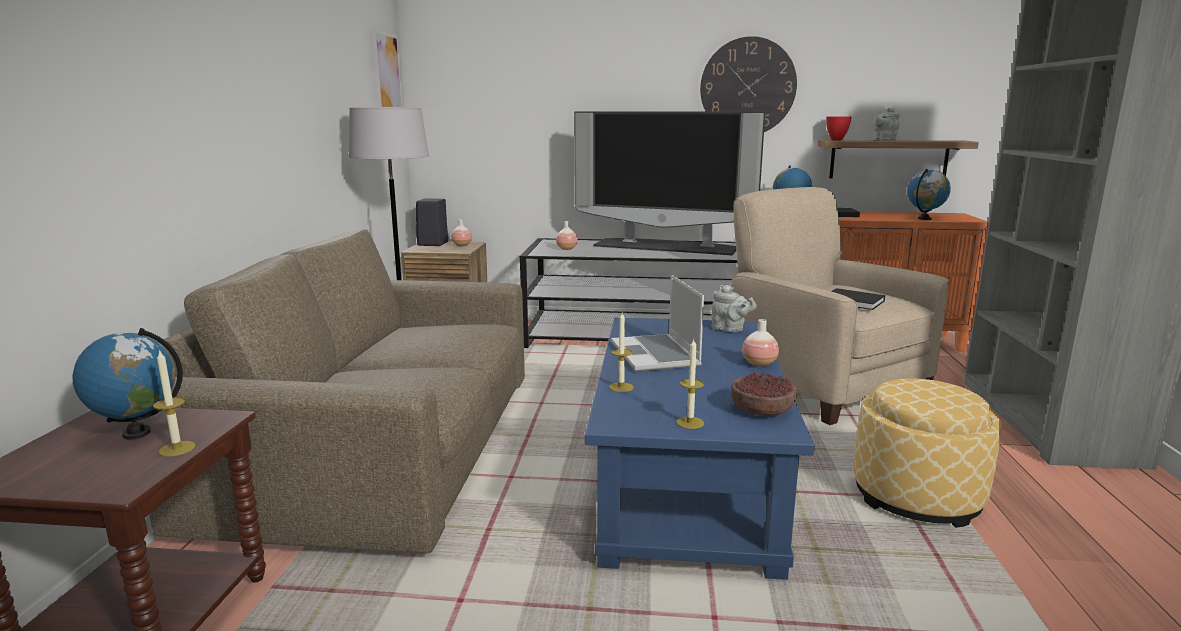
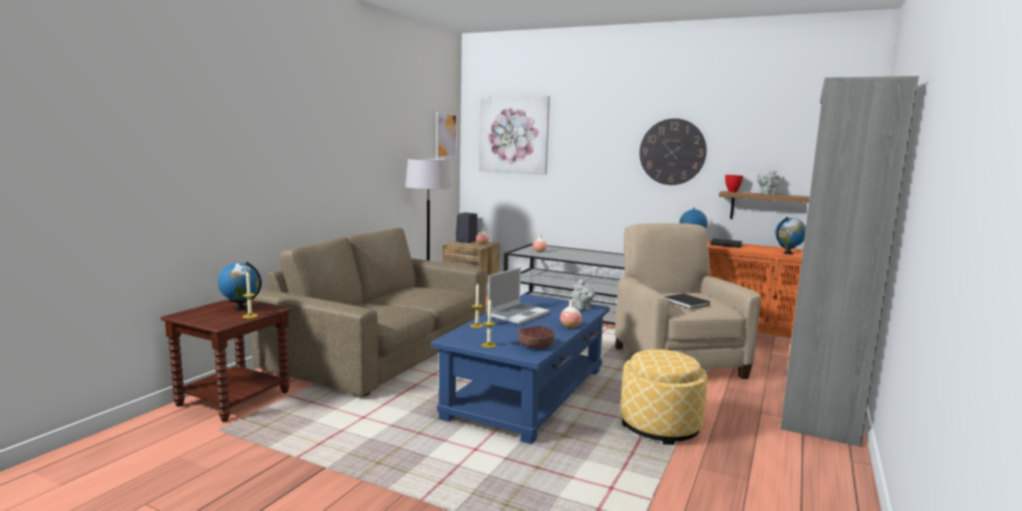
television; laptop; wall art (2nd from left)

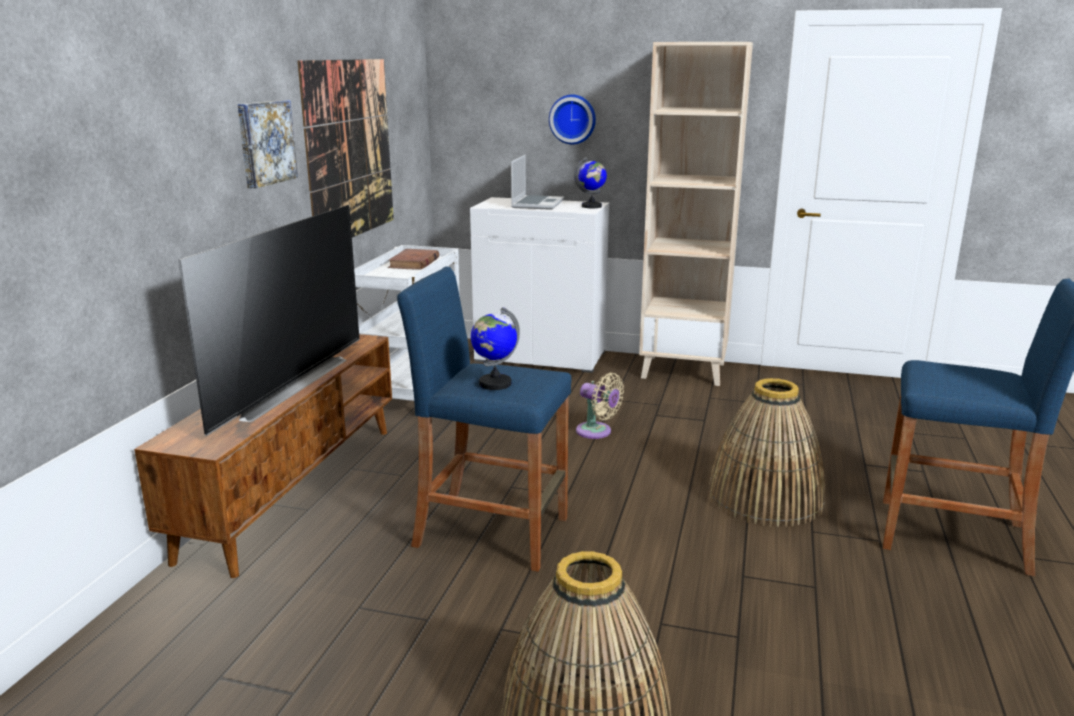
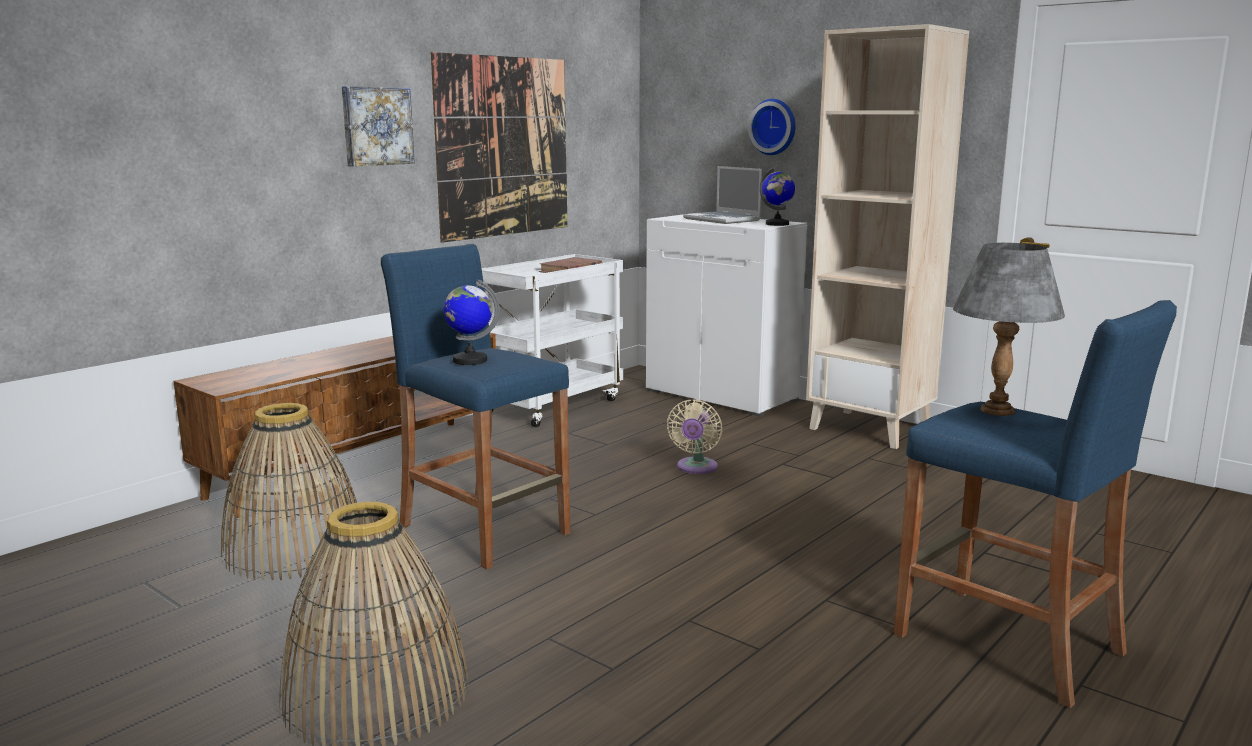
laptop; television; beige cooling fan; household basket (1st from left); gray lamp for a table

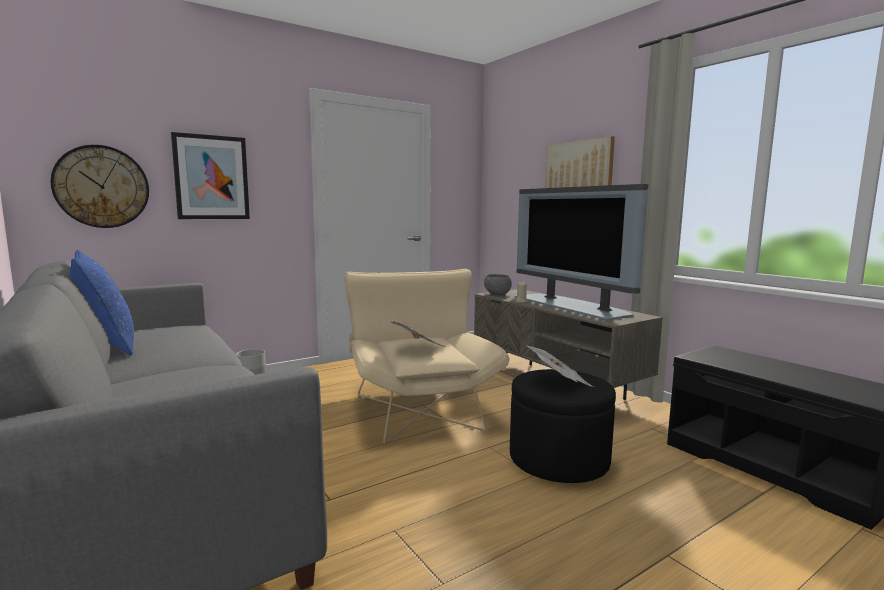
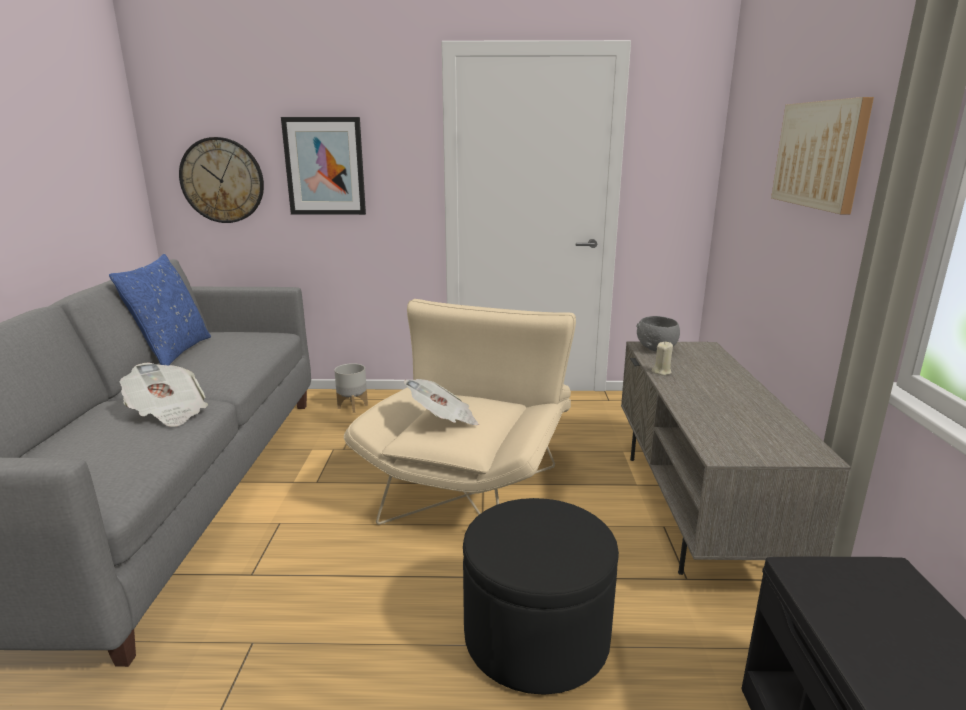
television; printed paper (1st from left)

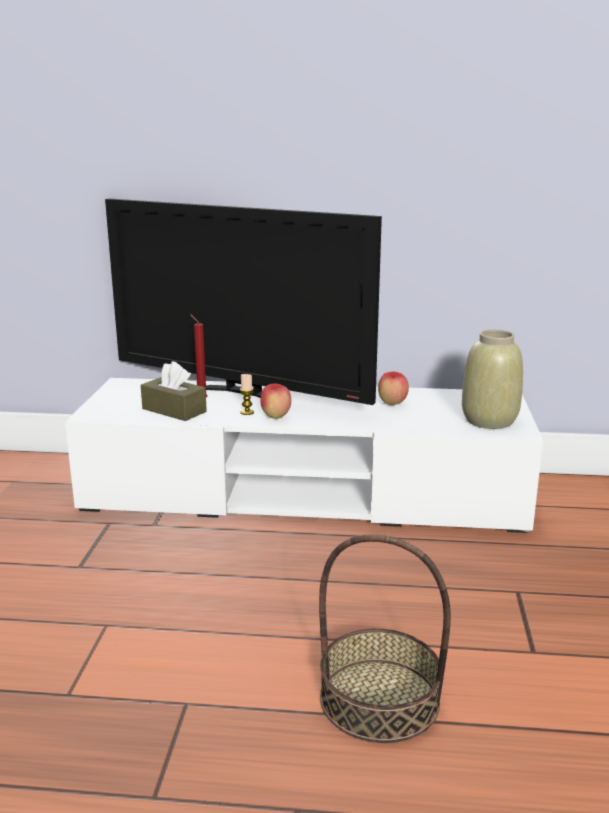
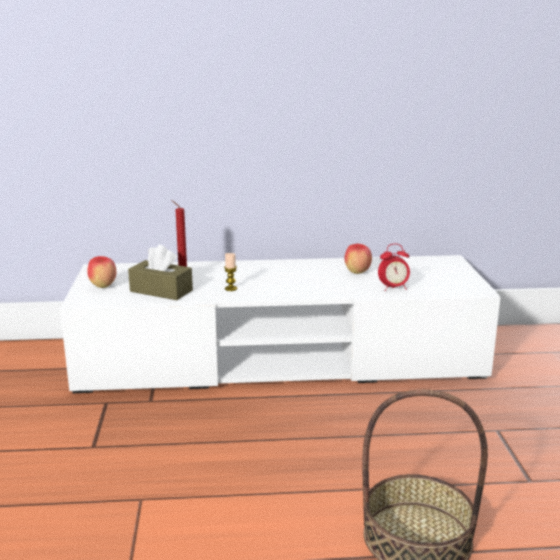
television; beige flower vase; apple (1st from left); table clock

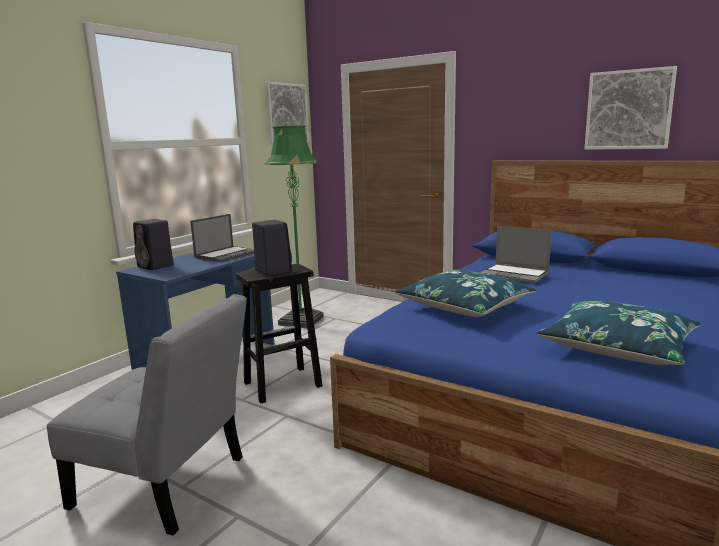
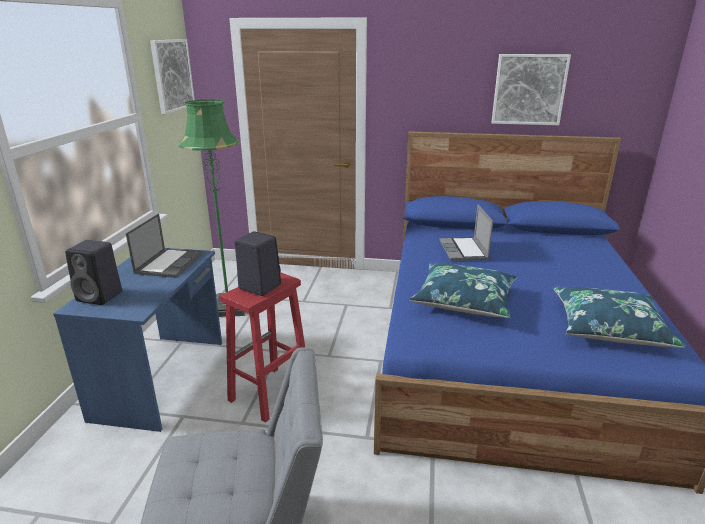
laptop (2nd from left); reddish sitting stool

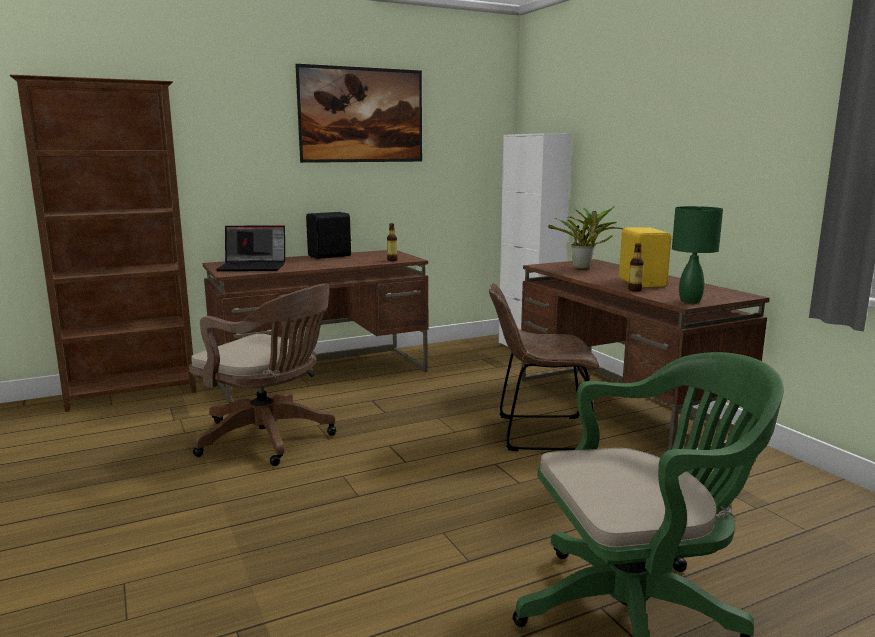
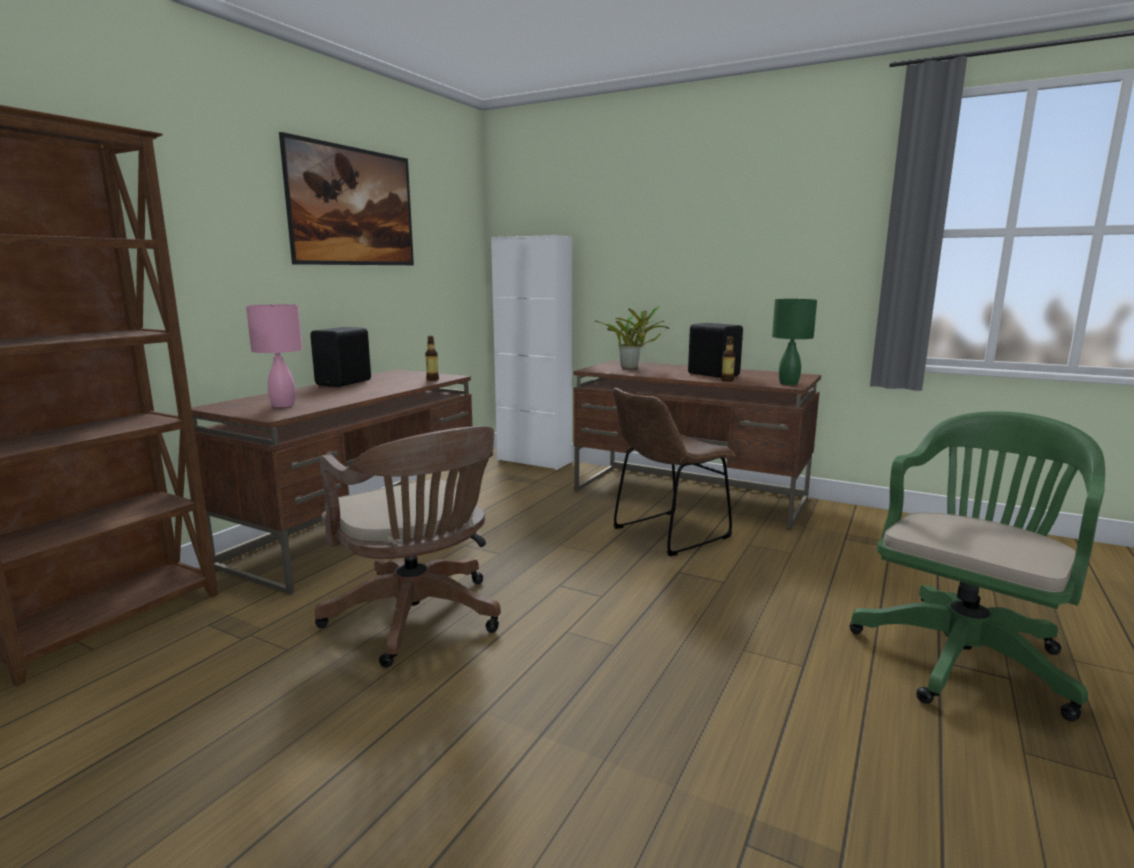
pink-coloured lamp for a table; black audio speaker (2nd from left); brown desk chair

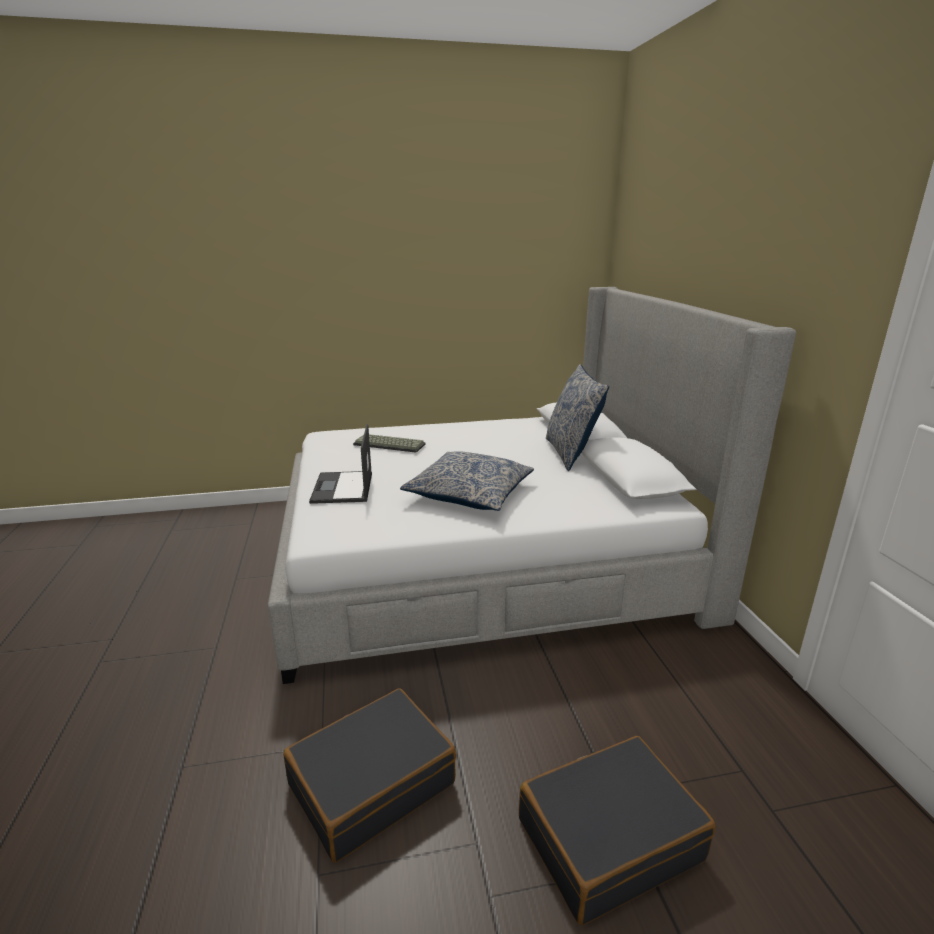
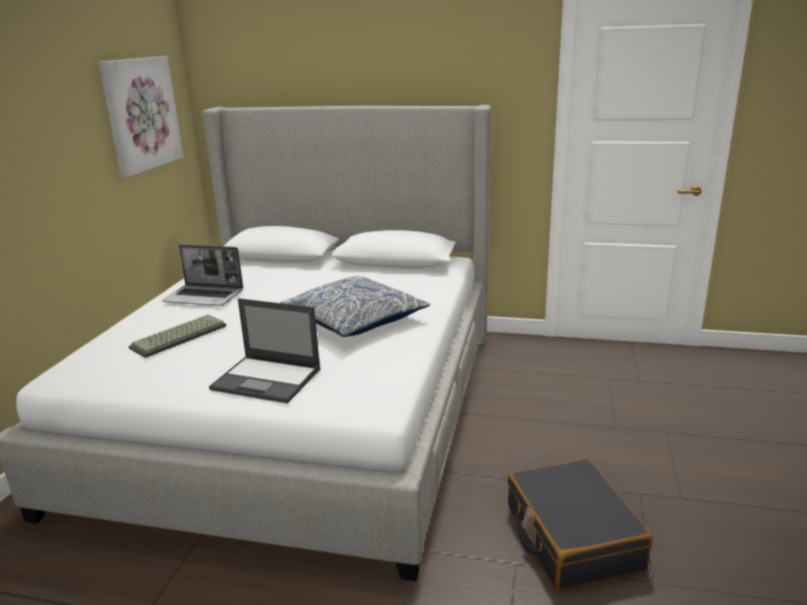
cushion (2nd from left in the first image); black piece of luggage (2nd from left in the first image); wall art; laptop (1st from left)

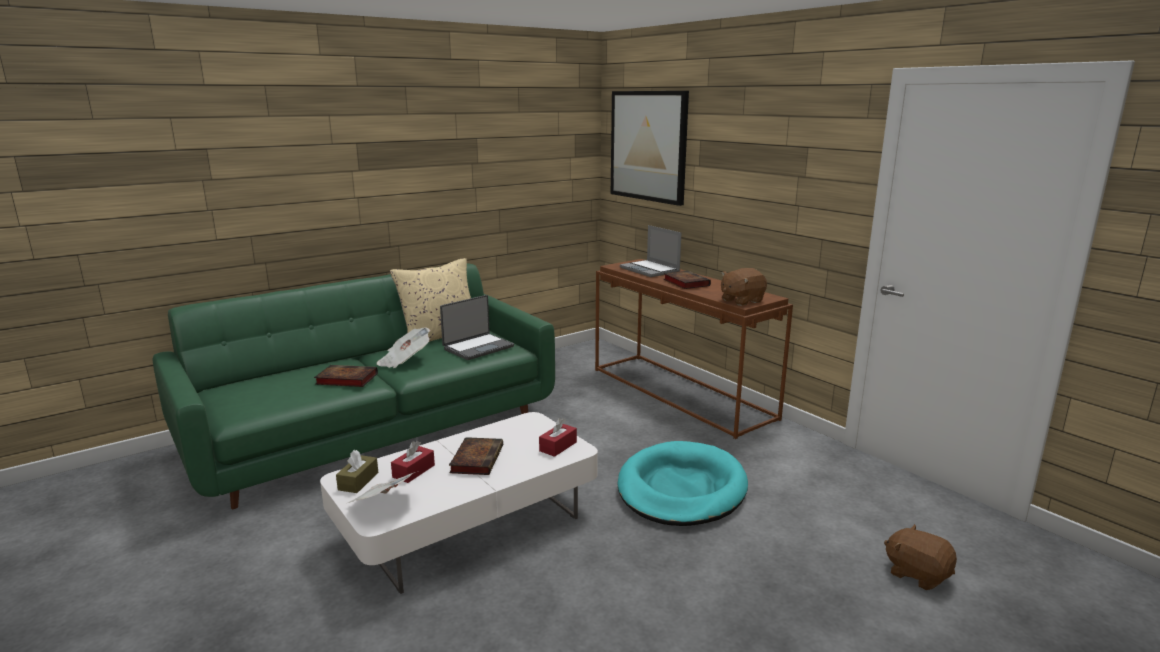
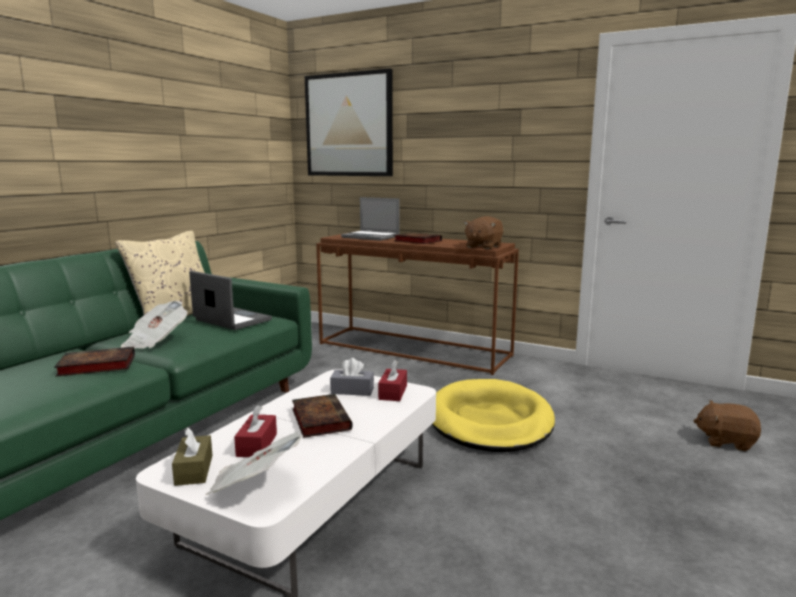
laptop (1st from left); yellow-coloured dog bed; gray tissue box

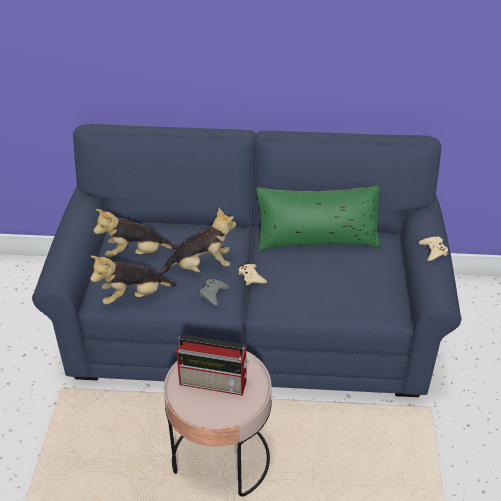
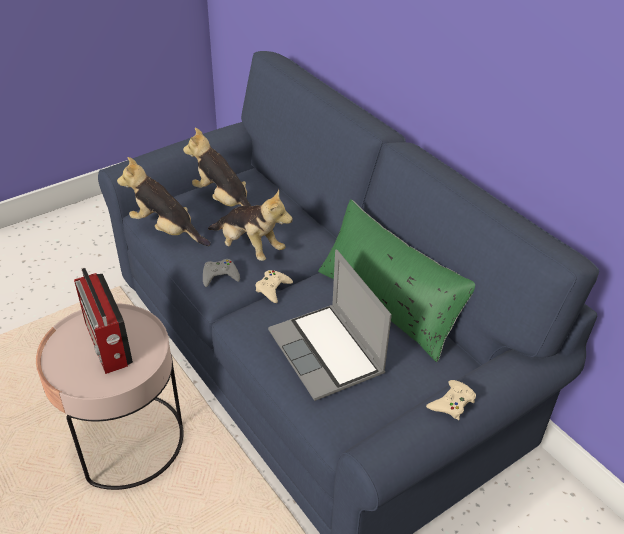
laptop

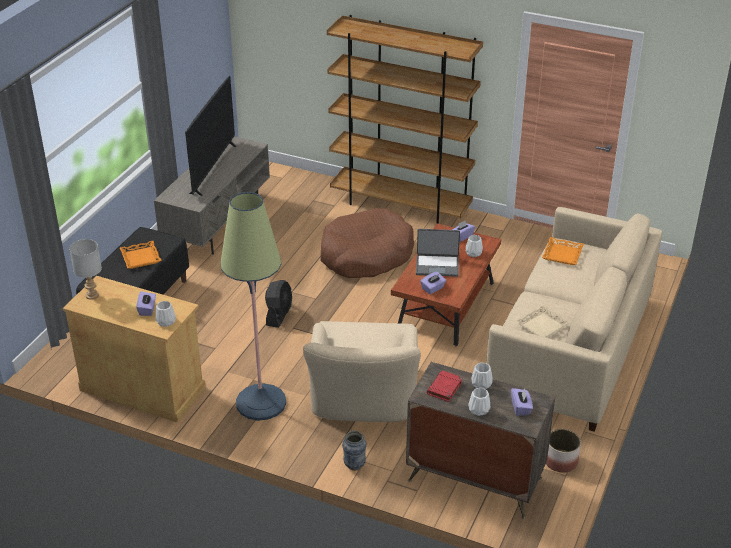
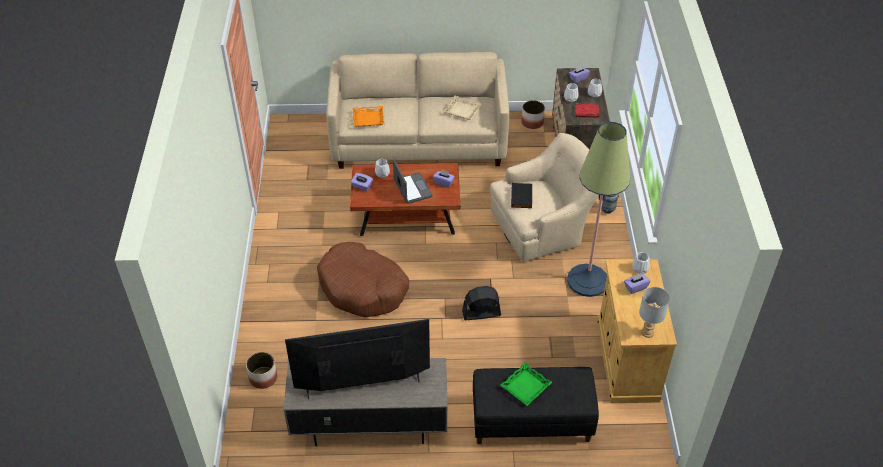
brown bookcase; green carrying tray; black book; planter (1st from left)

